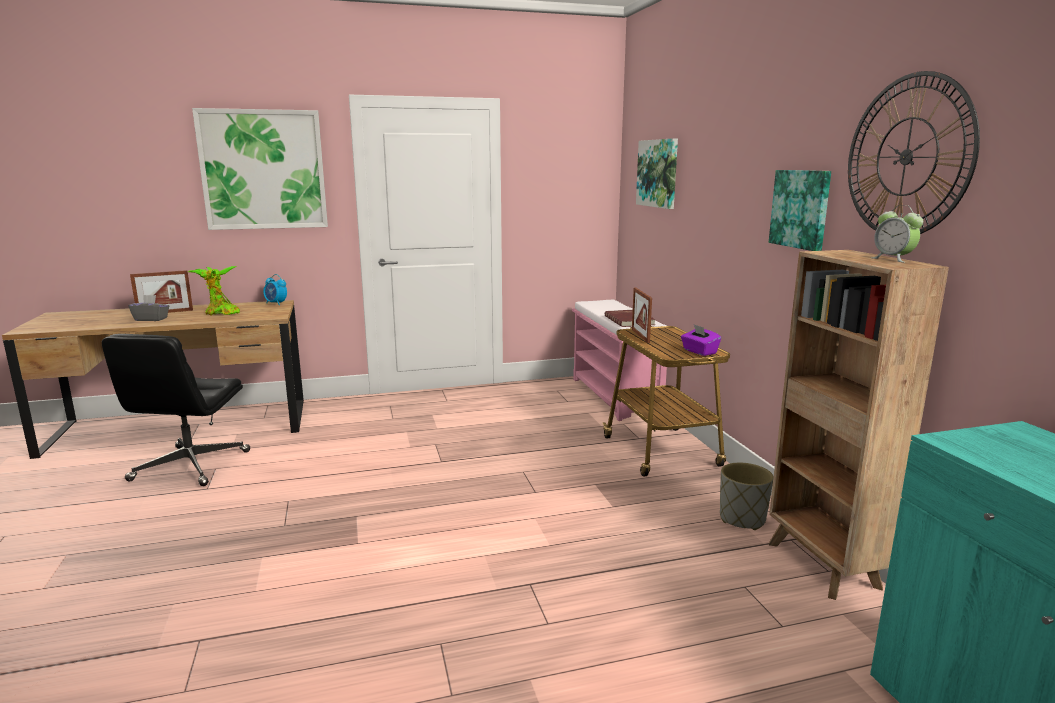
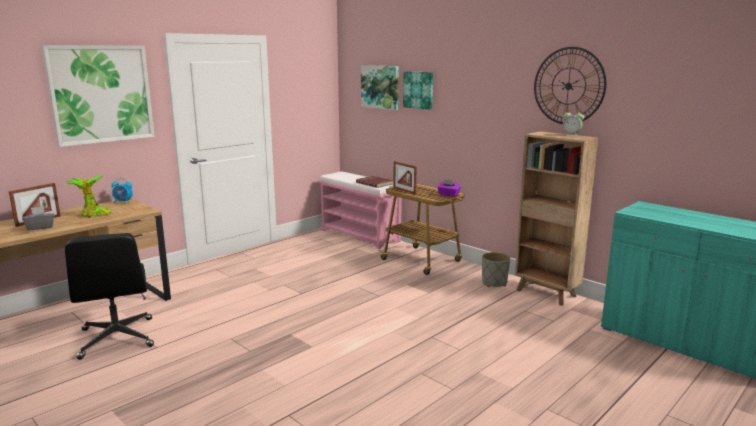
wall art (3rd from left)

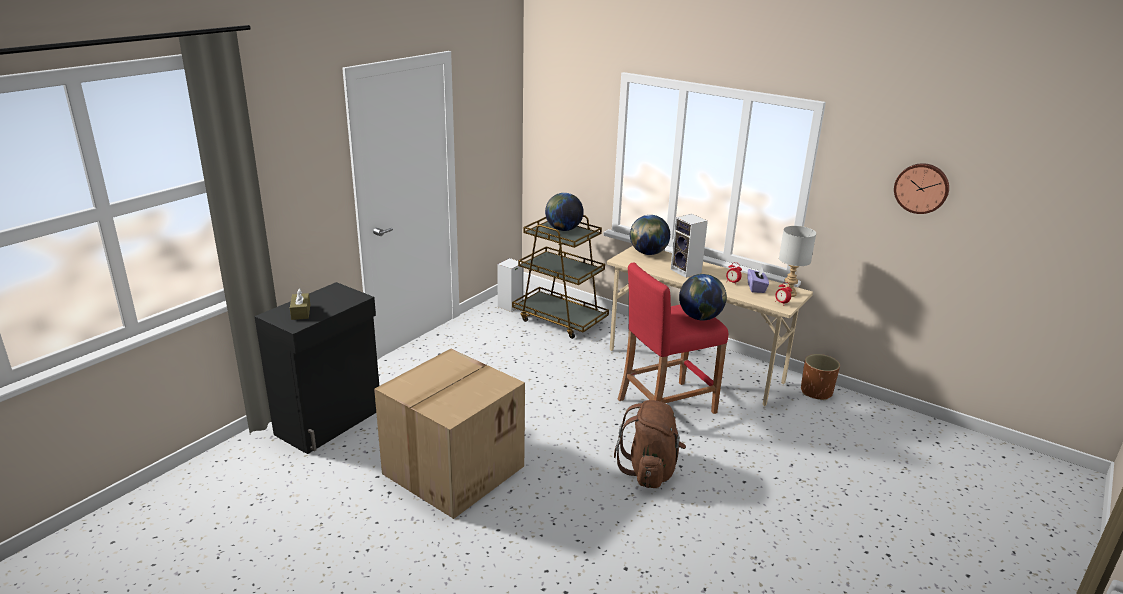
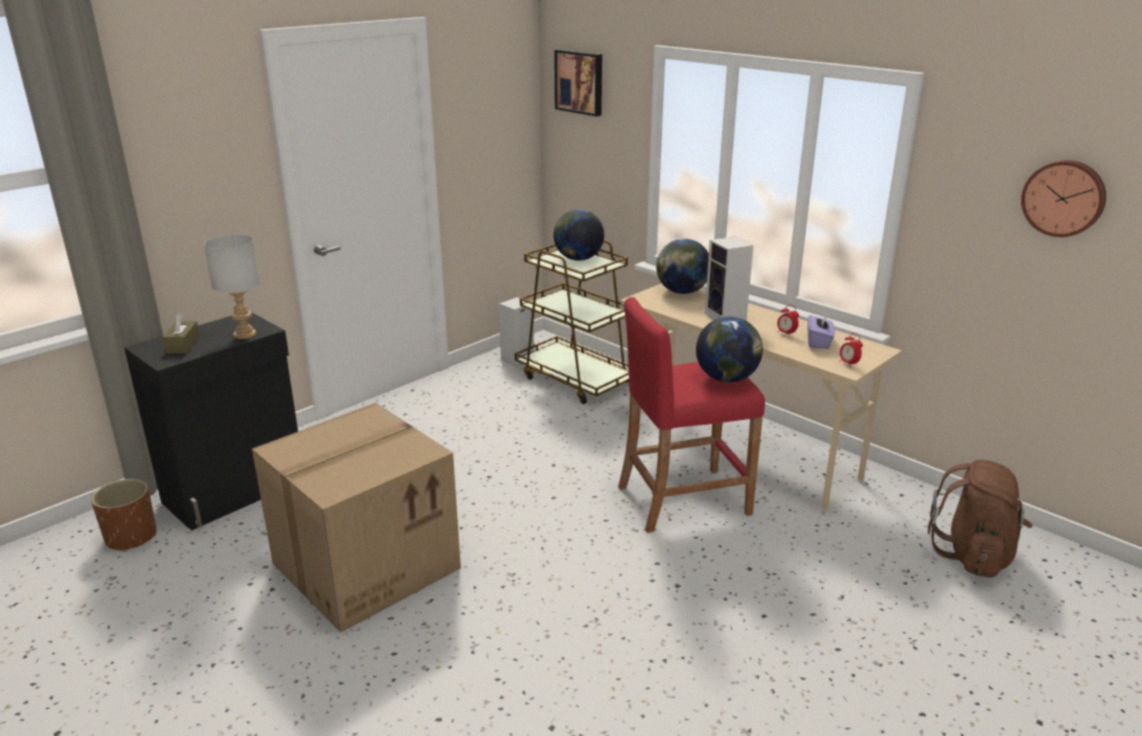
gray lamp for a table; brown planter; brown knapsack; wall art

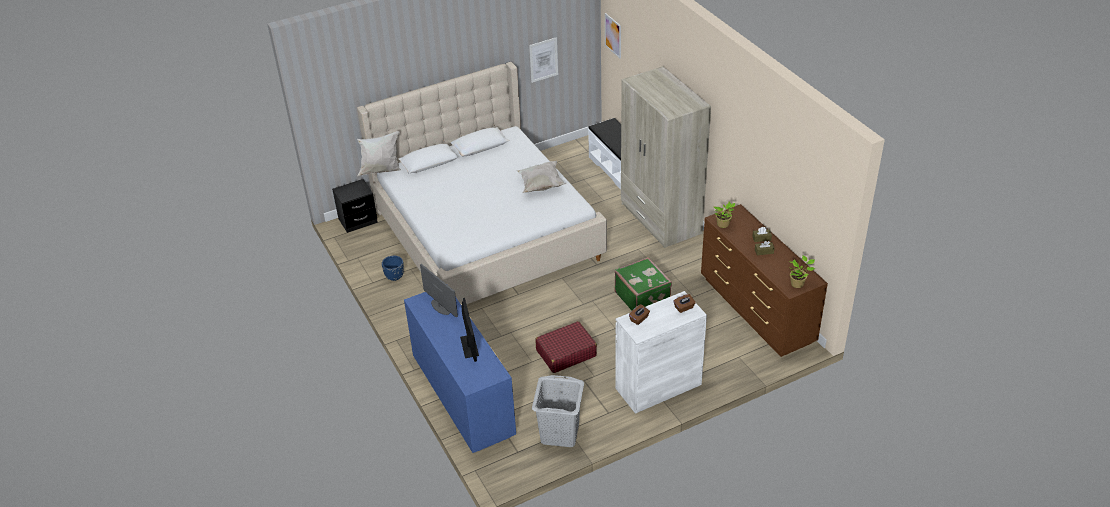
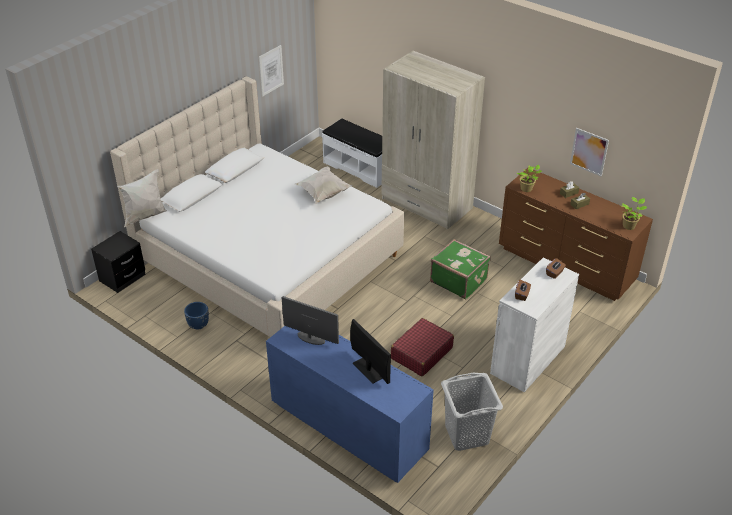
wall art (2nd from left)

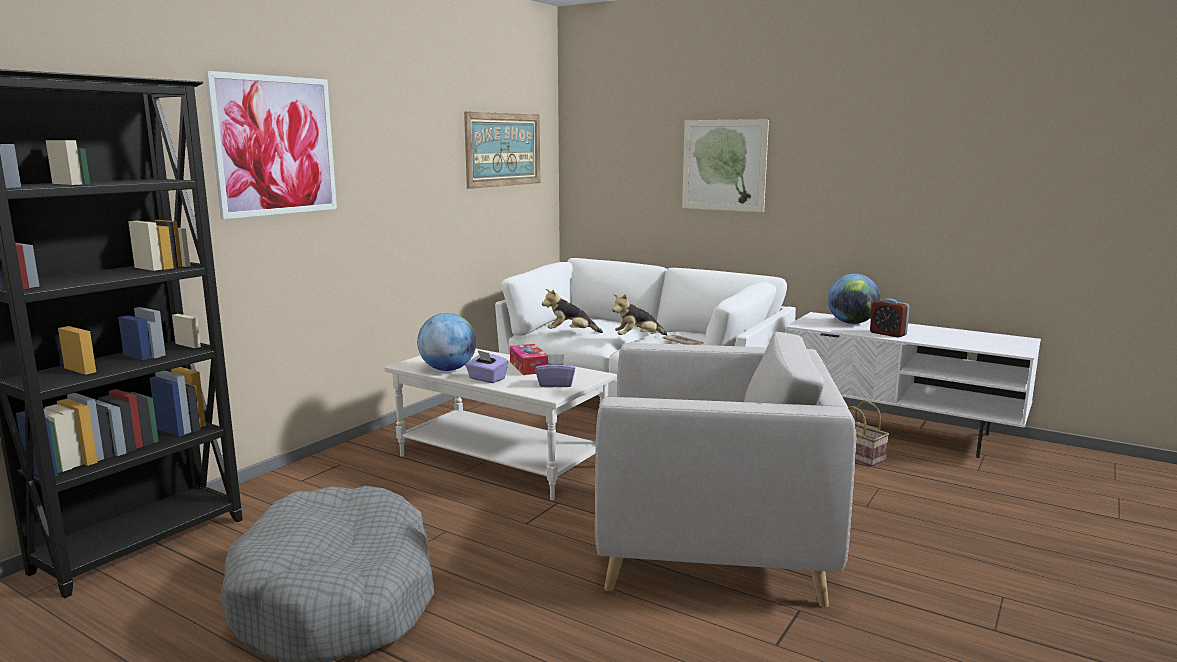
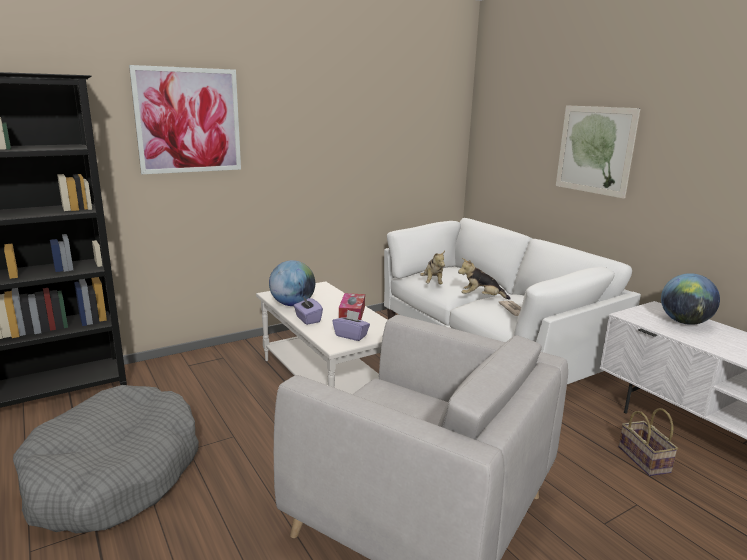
wall art (2nd from left in the first image); soft toy (1st from left); table clock

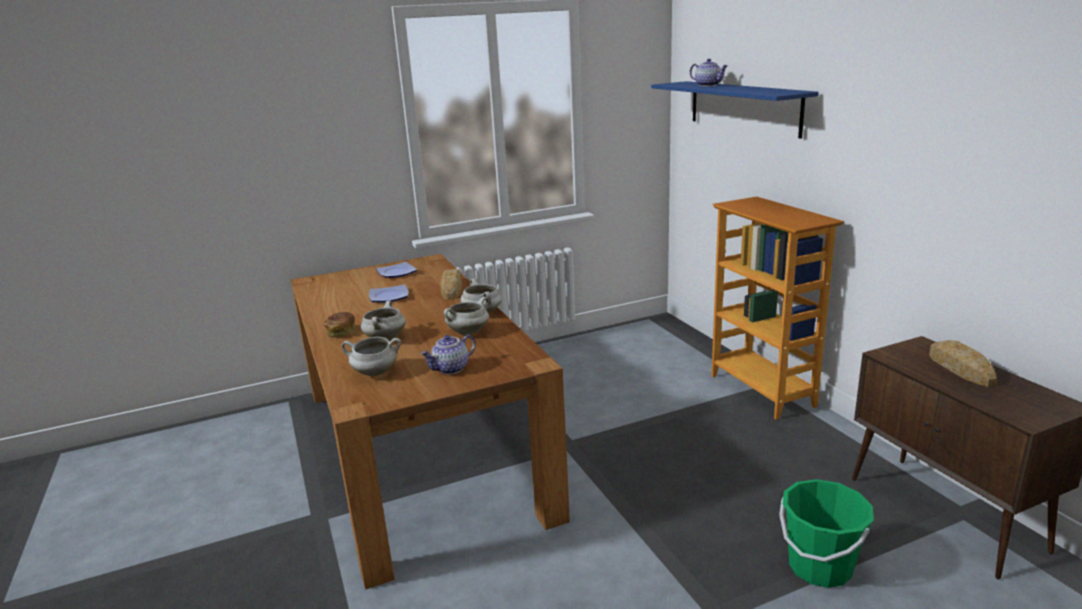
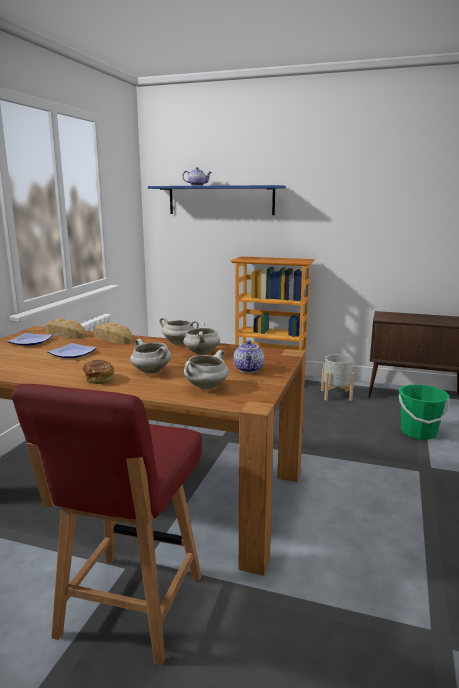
bread (1st from left); gray planter; reddish chair

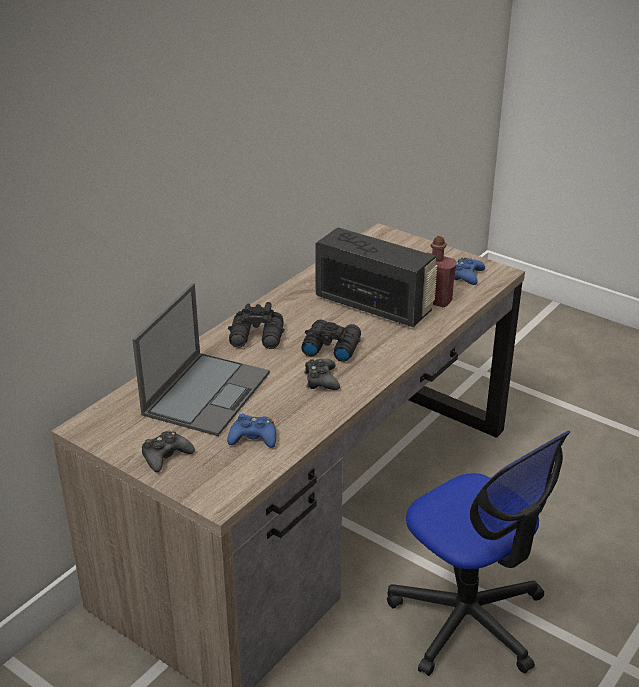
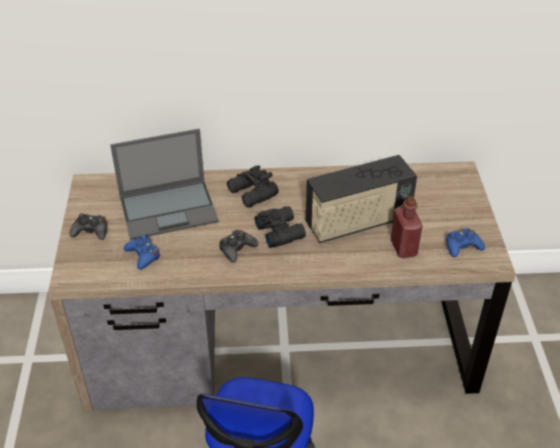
radio set

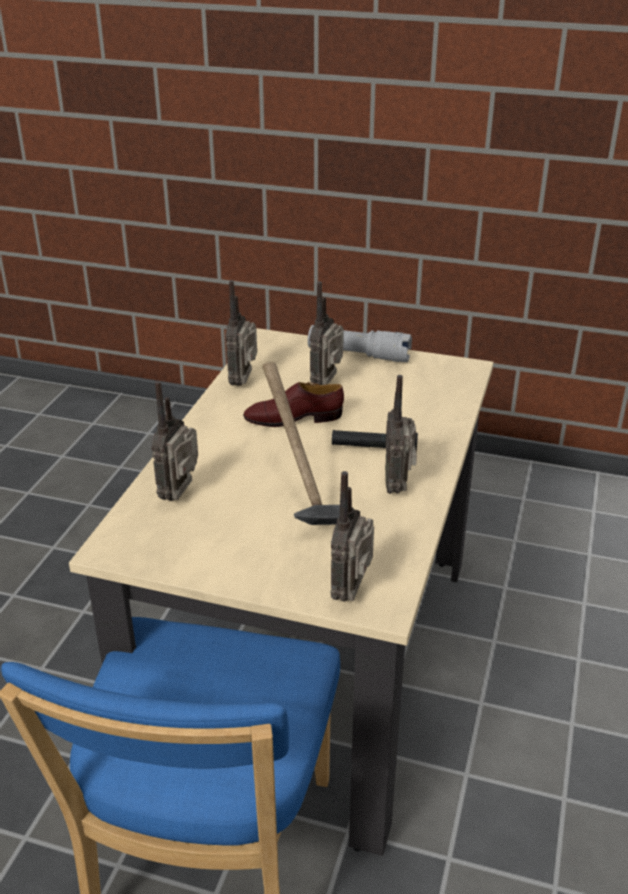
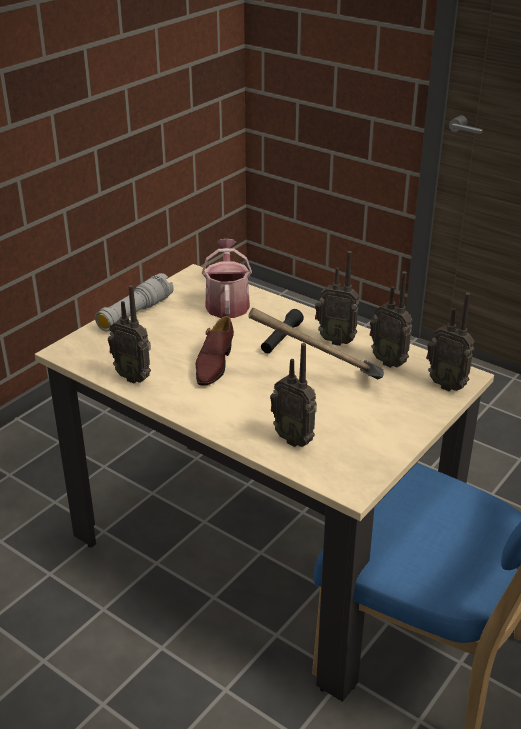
radio set (4th from left); watering can

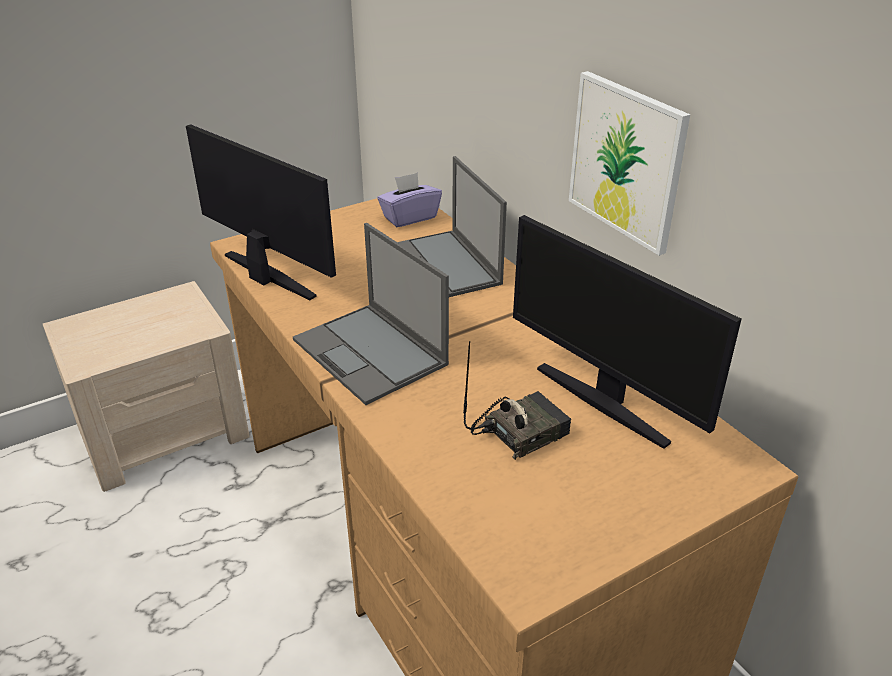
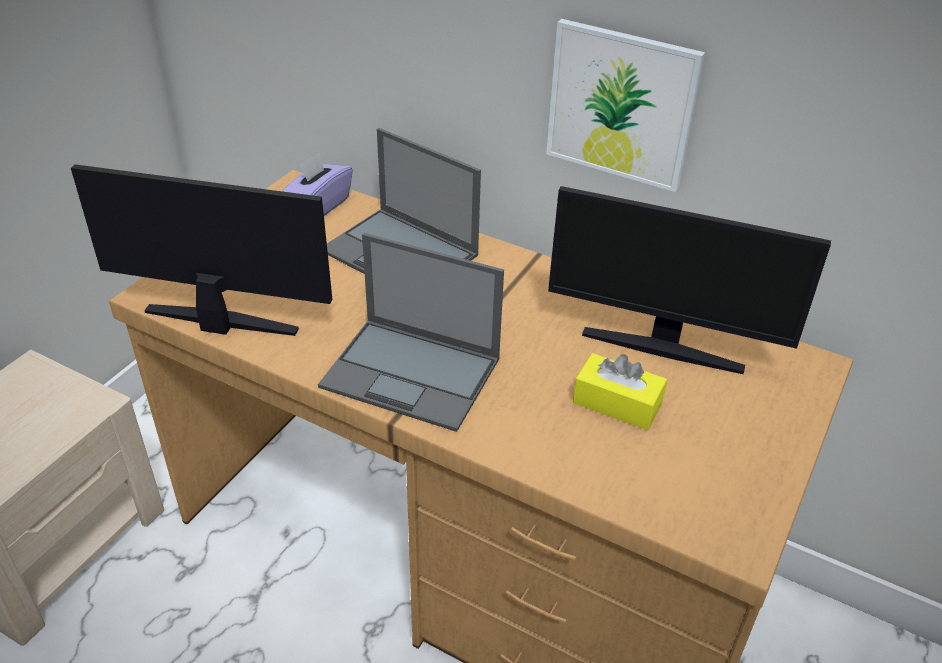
yellow-coloured tissue box

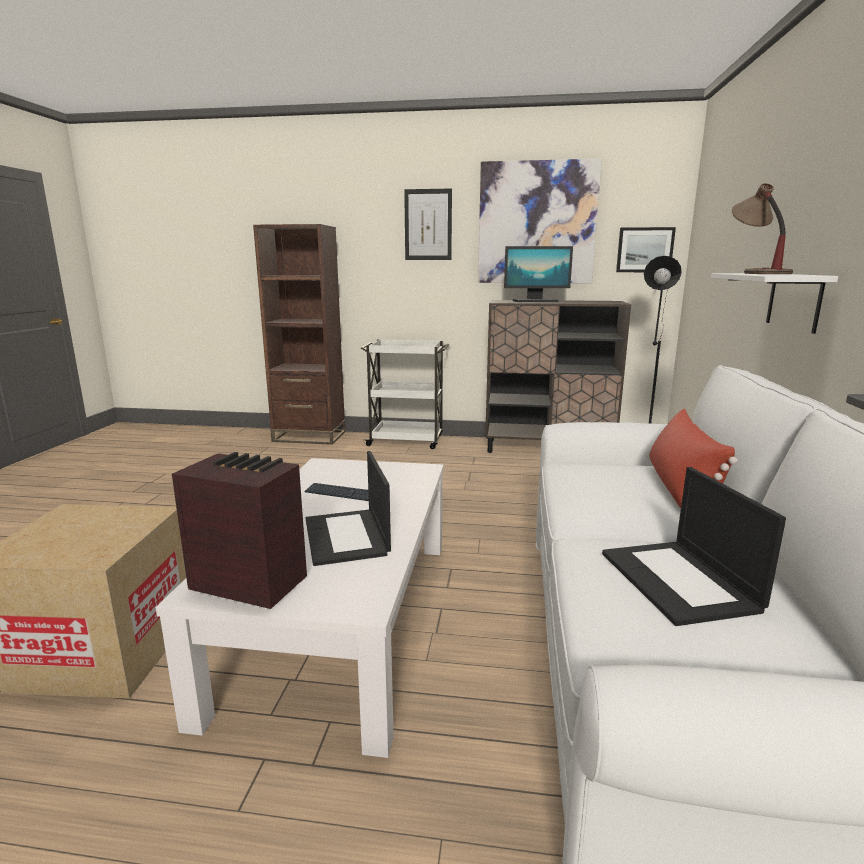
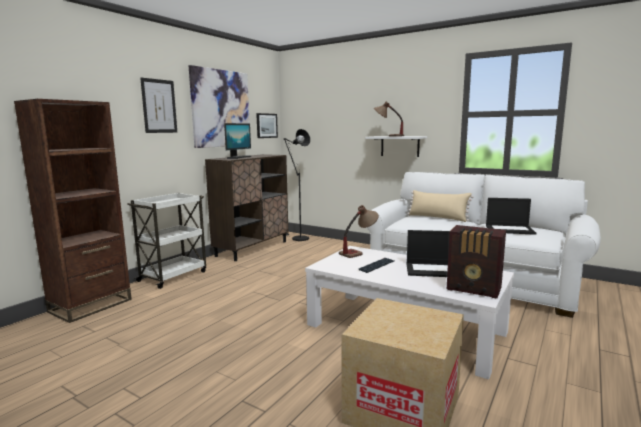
beige cushion; radio set; lamp for a table (1st from left)

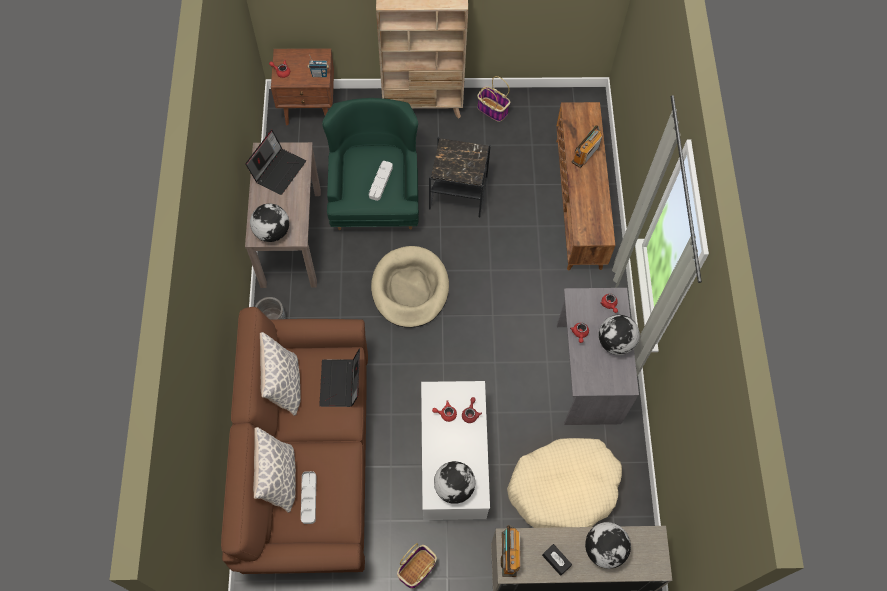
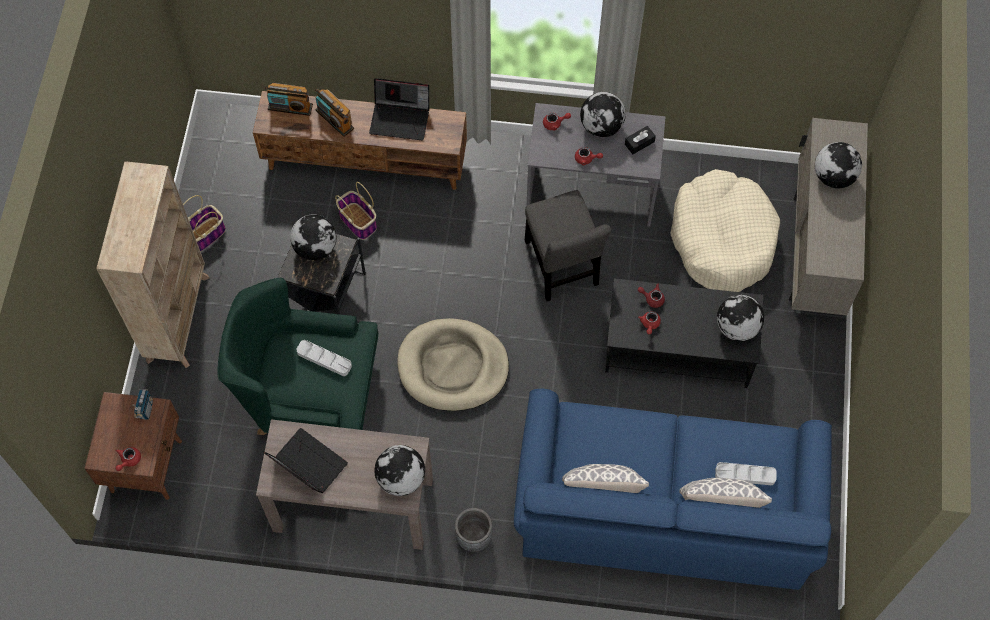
bluish settee; laptop (2nd from left); black lounge table; radio set (2nd from left); household basket (2nd from left); black tissue box; gray chair; globe (1st from left)

